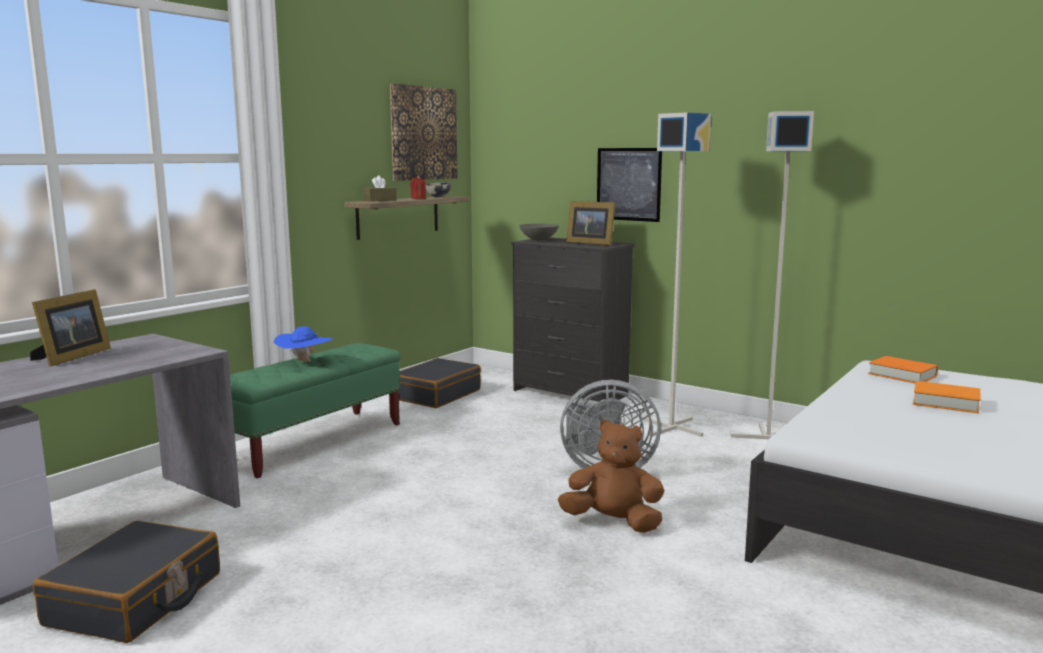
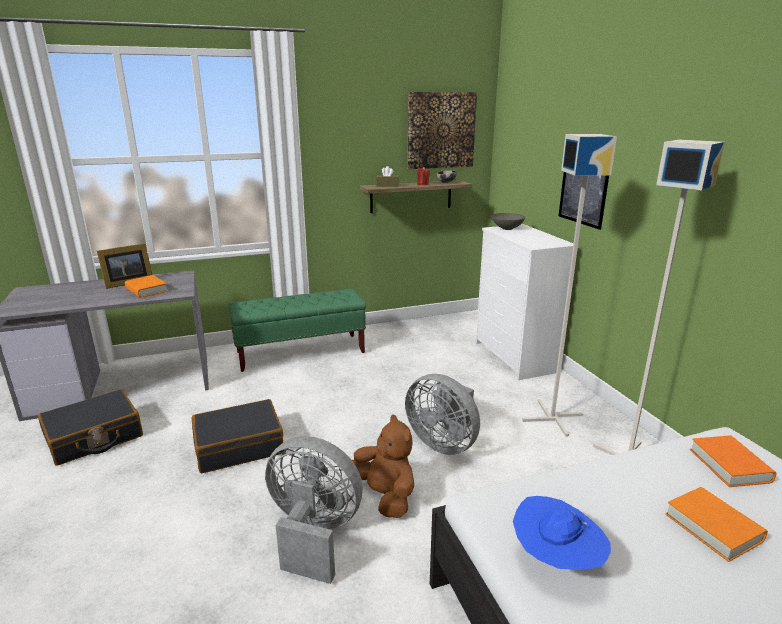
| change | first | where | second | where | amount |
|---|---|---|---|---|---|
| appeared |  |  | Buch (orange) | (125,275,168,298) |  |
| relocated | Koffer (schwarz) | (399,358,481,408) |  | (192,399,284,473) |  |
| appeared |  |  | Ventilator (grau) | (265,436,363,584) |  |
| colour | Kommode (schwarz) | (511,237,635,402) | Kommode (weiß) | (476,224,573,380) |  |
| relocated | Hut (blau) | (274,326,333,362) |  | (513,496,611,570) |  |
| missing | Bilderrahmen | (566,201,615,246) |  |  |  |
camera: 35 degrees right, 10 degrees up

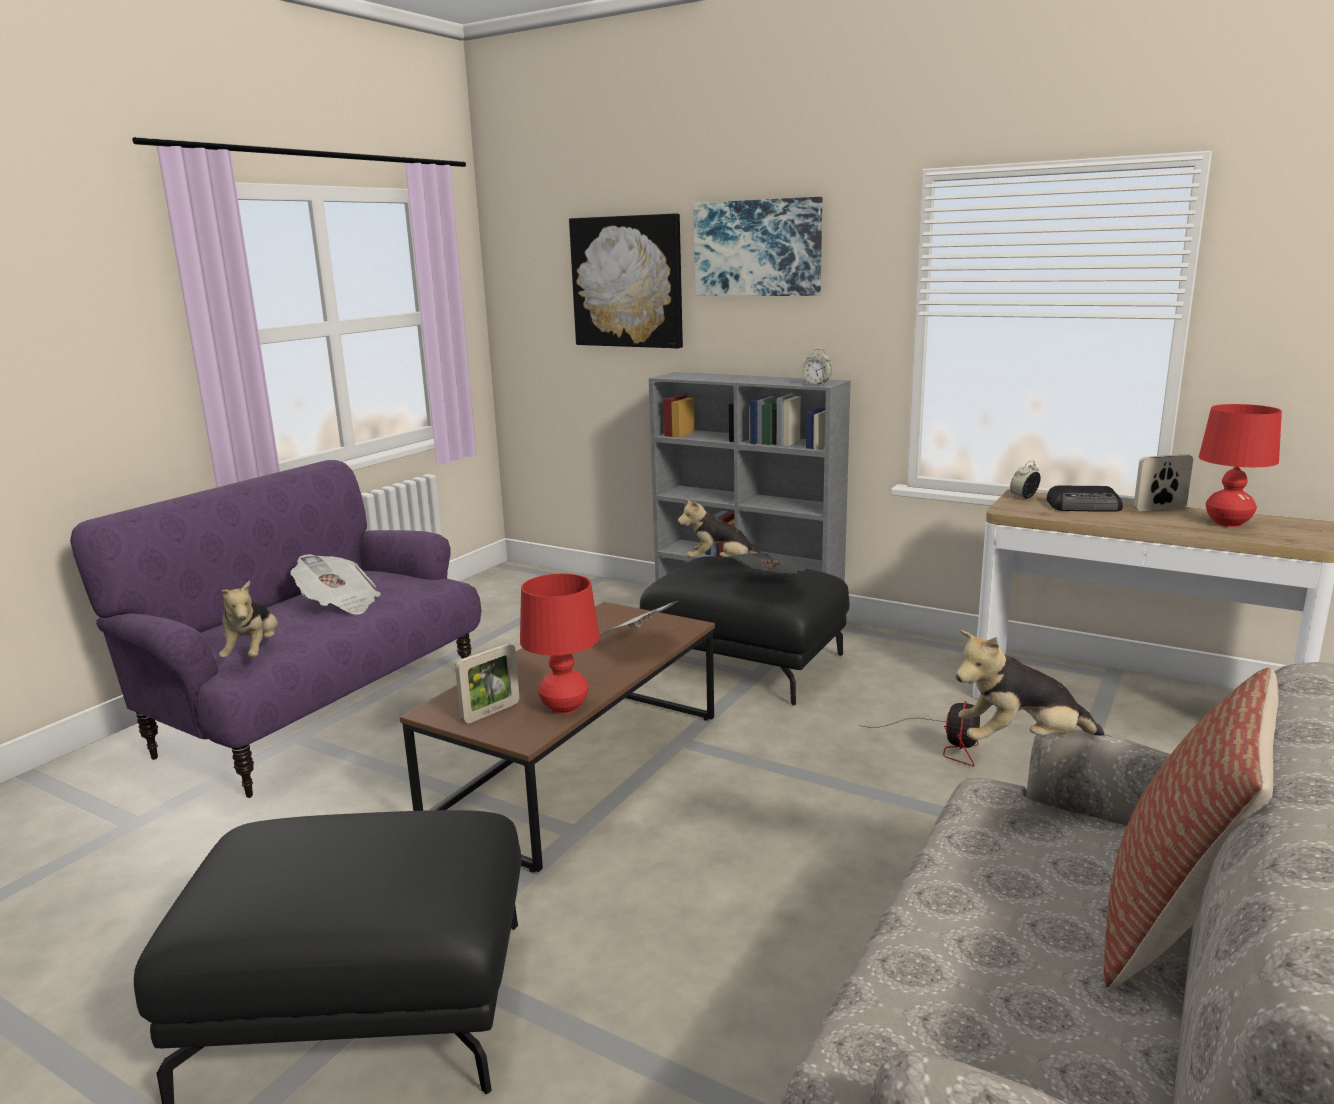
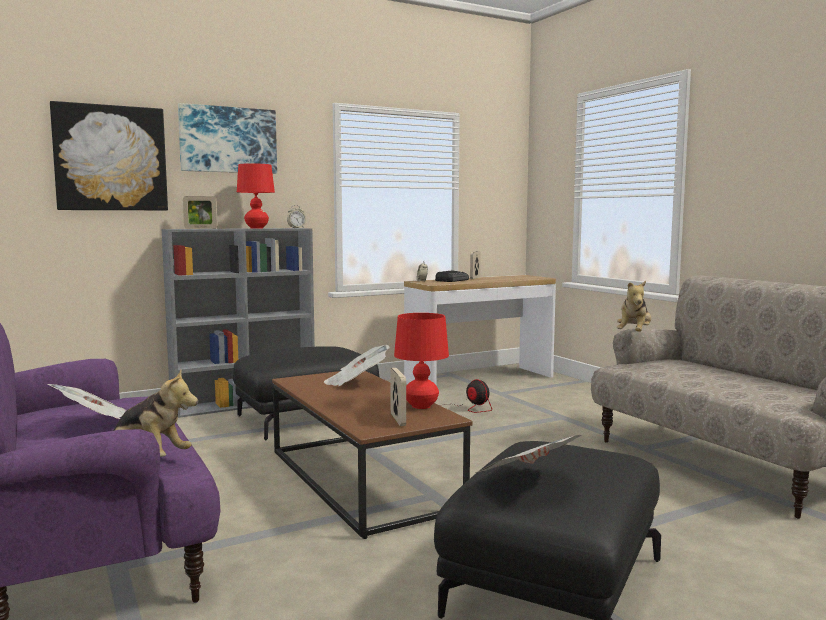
| change | first | where | second | where | amount |
|---|---|---|---|---|---|
| appeared |  |  | Bilderrahmen | (183,196,218,229) |  |
| relocated | Tischlampe (rot) | (1199,404,1282,527) |  | (237,163,275,229) |  |
| relocated | Zeitung | (730,553,807,574) |  | (475,435,581,473) |  |
| missing | Plüschtier | (678,498,760,558) |  |  |  |
| missing | Kissen | (1104,668,1279,988) |  |  |  |
camera: 60 degrees left, 10 degrees down

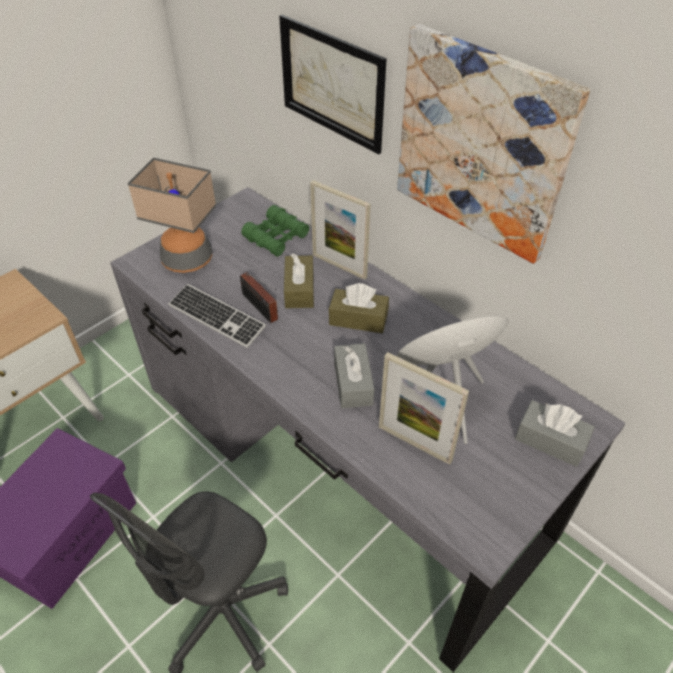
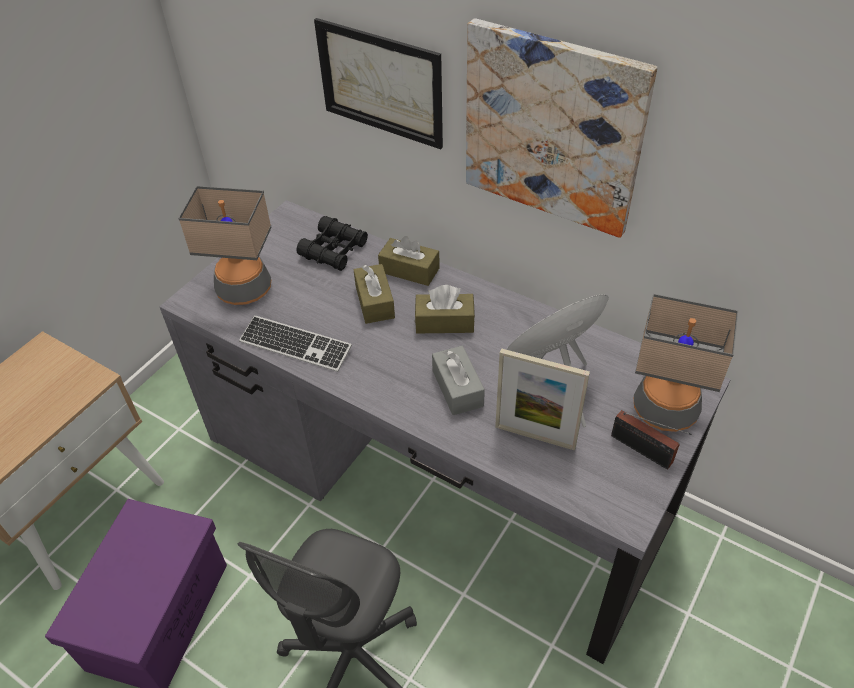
| change | first | where | second | where | amount |
|---|---|---|---|---|---|
| colour | Fernglas (grün) | (241,205,309,256) | Fernglas (schwarz) | (296,216,368,271) |  |
| exchanged | Bilderrahmen | (310,180,371,280) | Taschentuchbox (braun) | (378,236,440,286) |  |
| relocated | Radio | (240,272,278,323) |  | (611,410,691,469) |  |
| exchanged | Taschentuchbox (grau) | (515,400,595,467) | Tischlampe | (634,294,738,432) |  |
camera: 10 degrees left, 0 degrees up

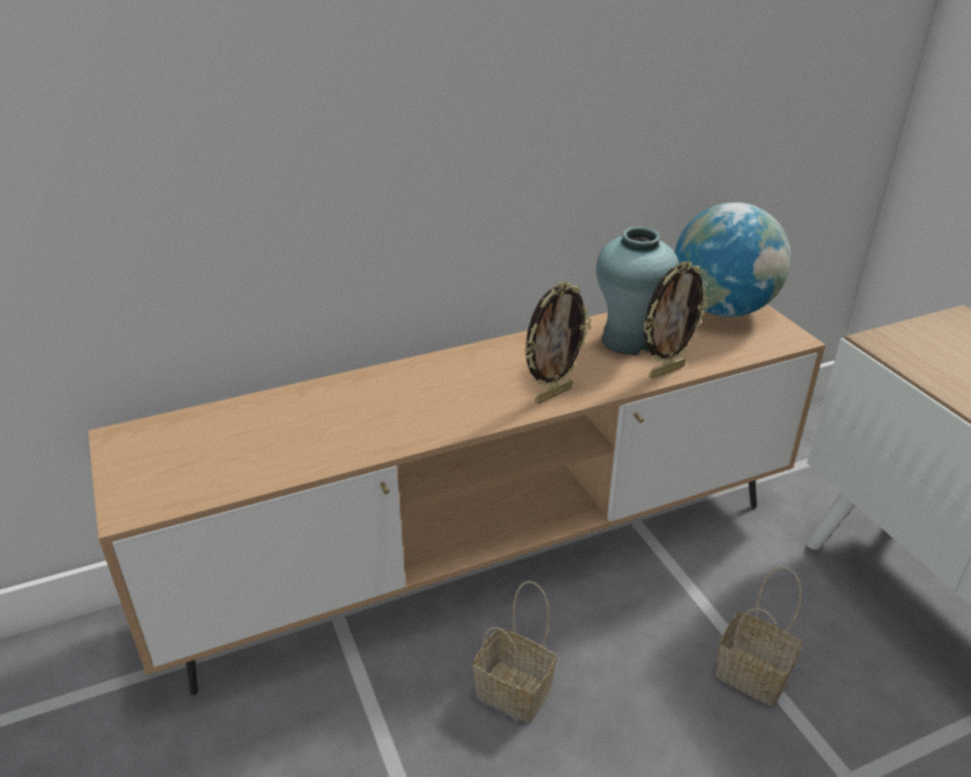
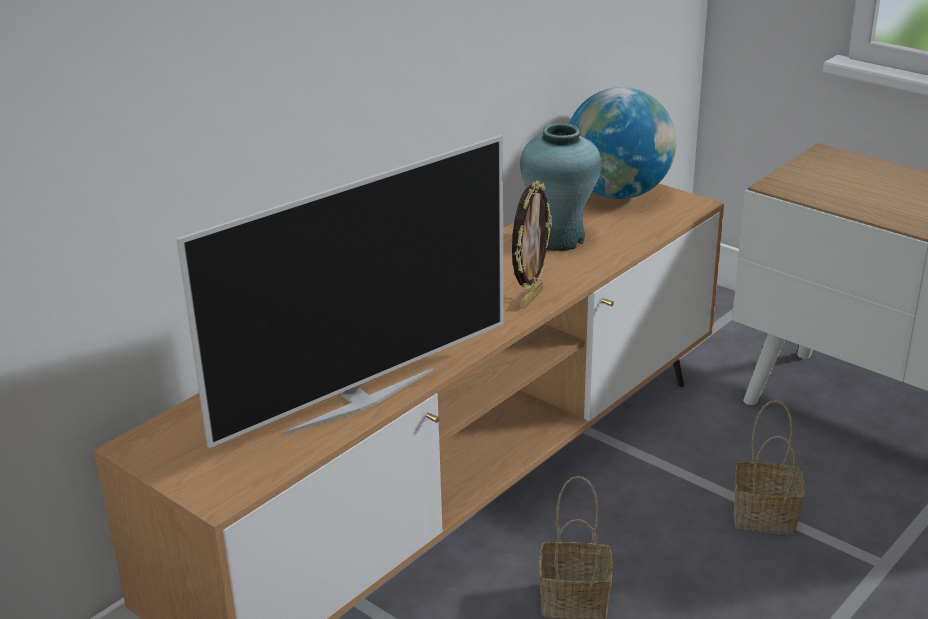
| change | first | where | second | where | amount |
|---|---|---|---|---|---|
| appeared |  |  | Fernseher | (176,135,504,448) |  |
| missing | Bilderrahmen | (643,261,709,379) |  |  |  |
camera: 25 degrees left, 5 degrees down

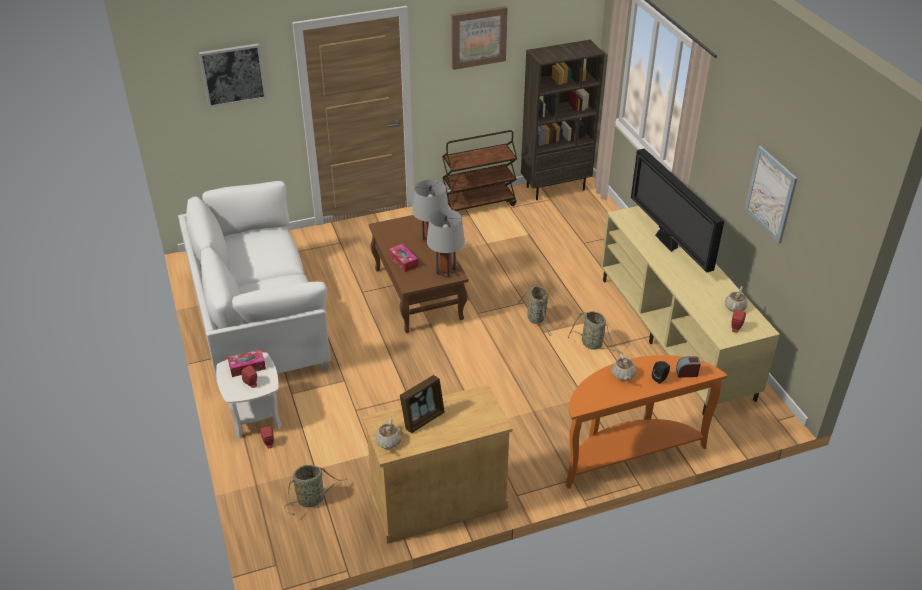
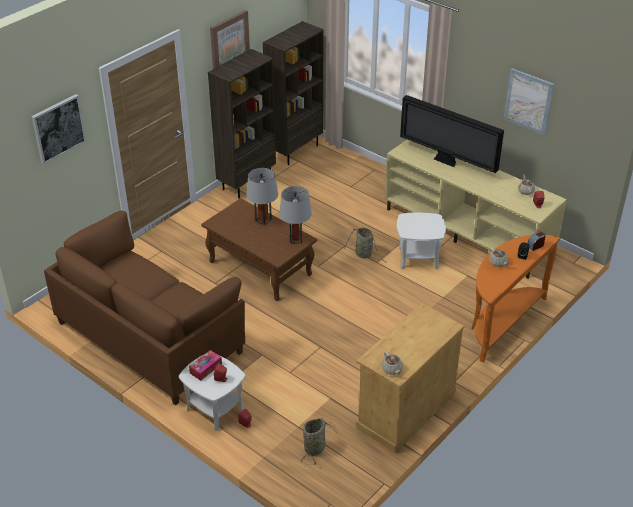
| change | first | where | second | where | amount |
|---|---|---|---|---|---|
| colour | Sofa (weiß) | (178,181,331,386) | Sofa (braun) | (44,211,245,405) |  |
| exchanged | Rollwagen (braun) | (442,130,518,211) | Bücherregal (braun) | (208,49,276,198) |  |
| exchanged | Korb | (568,311,623,354) | Beistelltisch (weiß) | (397,212,446,269) |  |
| missing | Taschentuchbox | (389,244,418,272) |  |  |  |
| missing | Bilderrahmen | (400,375,445,433) |  |  |  |
camera: 30 degrees left, 0 degrees up

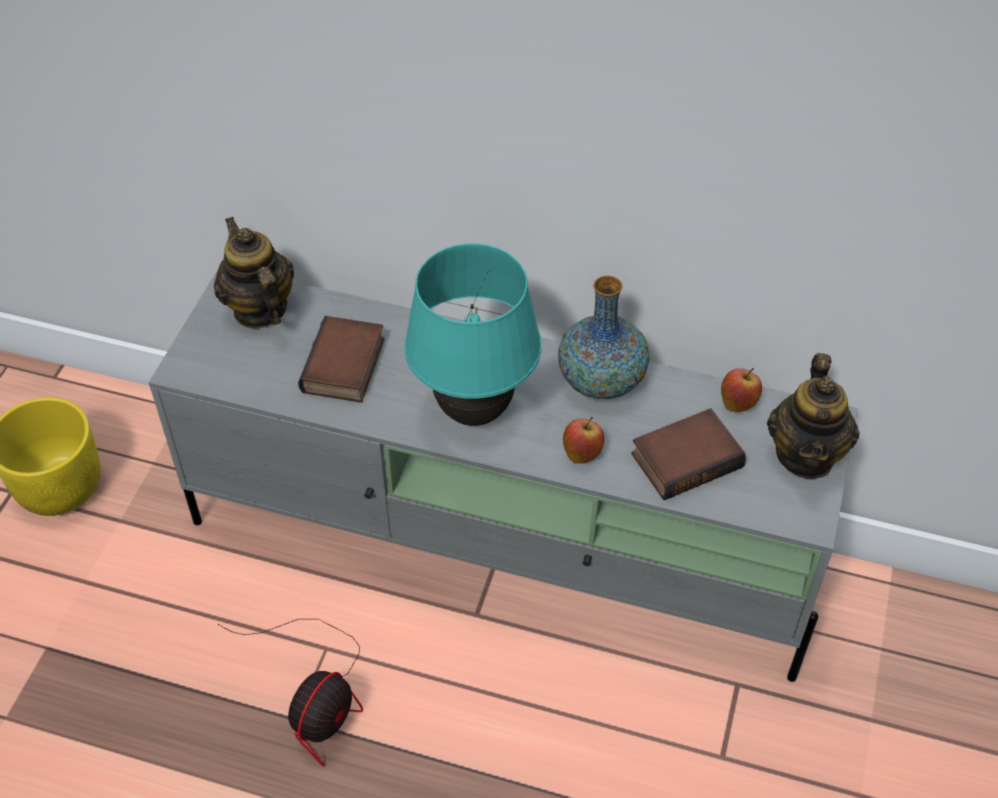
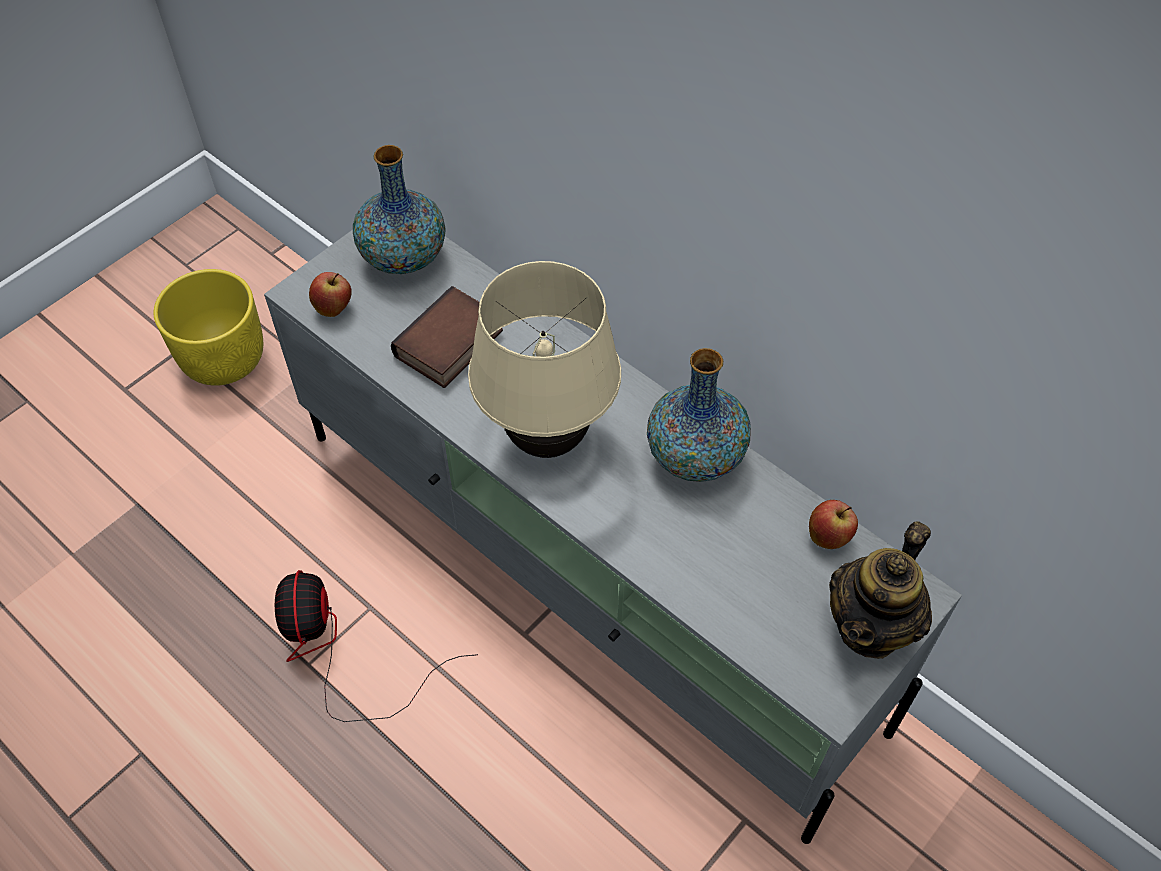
| change | first | where | second | where | amount |
|---|---|---|---|---|---|
| spun | Ventilator | (218,619,363,767) |  | (275,570,478,722) | 120 degrees clockwise |
| relocated | Apfel | (563,417,604,464) |  | (309,272,352,317) |  |
| exchanged | Teekanne | (214,217,294,329) | Vase | (353,145,446,274) |  |
| colour | Tischlampe (türkis) | (404,243,541,426) | Tischlampe (beige) | (468,261,621,458) |  |
| missing | Buch | (631,408,746,500) |  |  |  |
camera: 25 degrees right, 5 degrees up

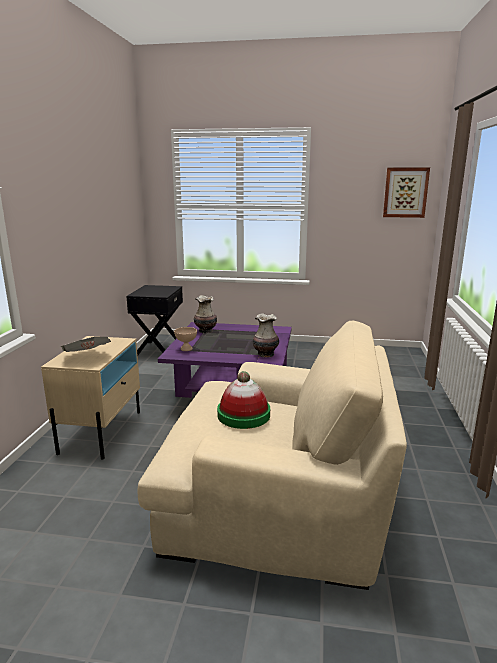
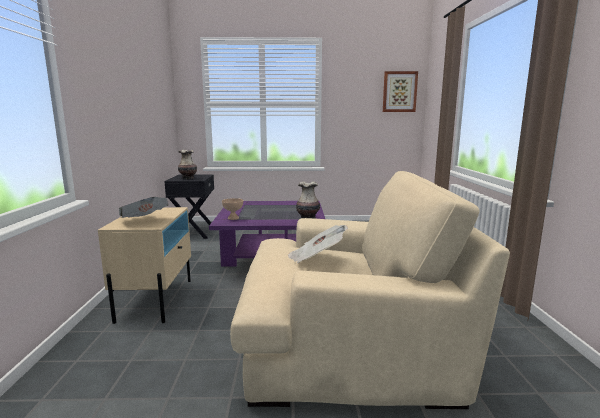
| change | first | where | second | where | amount |
|---|---|---|---|---|---|
| relocated | Vase | (194,295,217,334) |  | (178,150,197,179) |  |
| exchanged | Hut | (217,371,270,429) | Zeitung | (288,225,348,263) |  |
camera: 10 degrees left, 5 degrees down

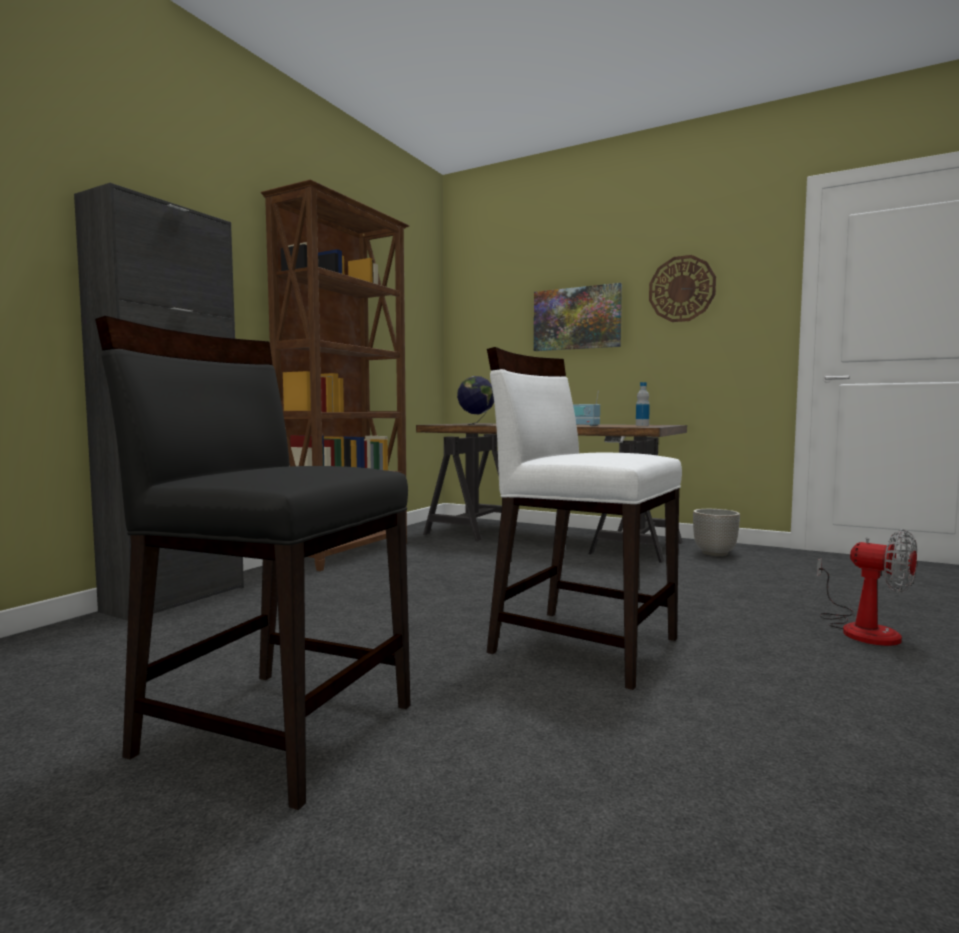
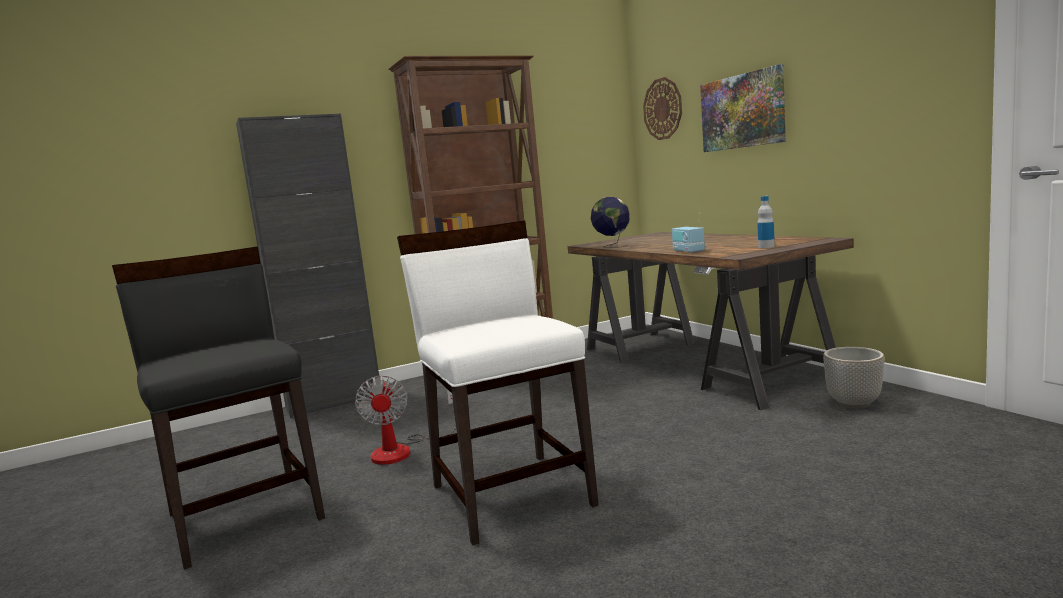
| change | first | where | second | where | amount |
|---|---|---|---|---|---|
| relocated | Ventilator | (817,529,917,646) |  | (355,375,456,465) |  |
| relocated | Wanduhr | (649,255,716,322) |  | (643,77,682,140) |  |
camera: 35 degrees right, 5 degrees up

